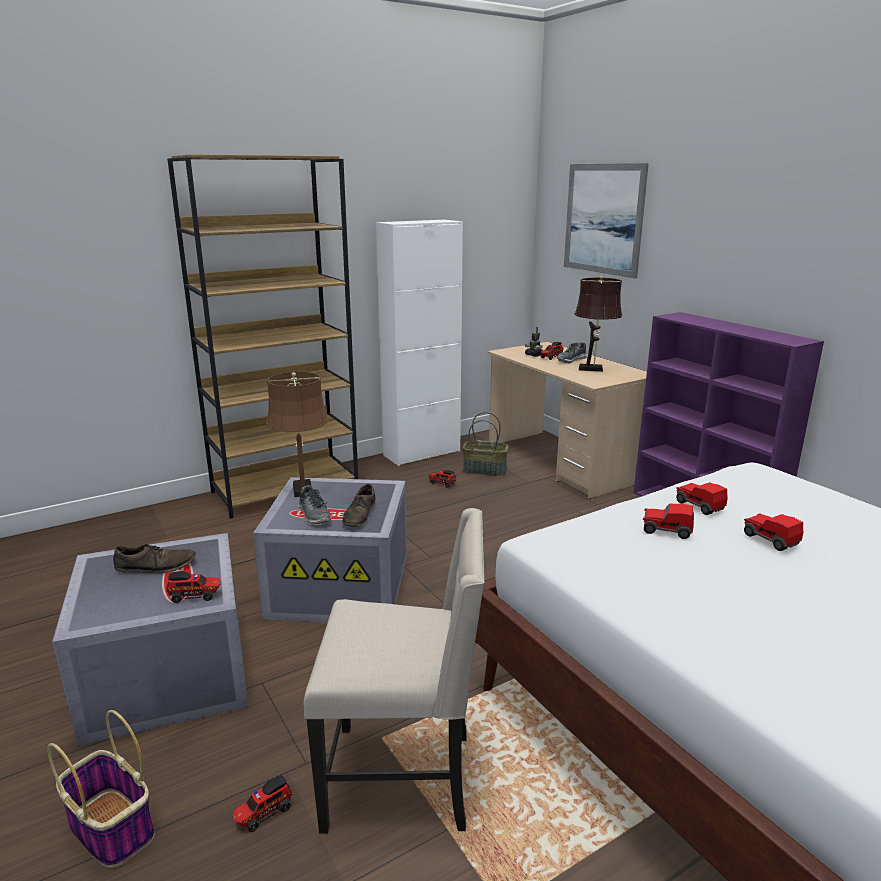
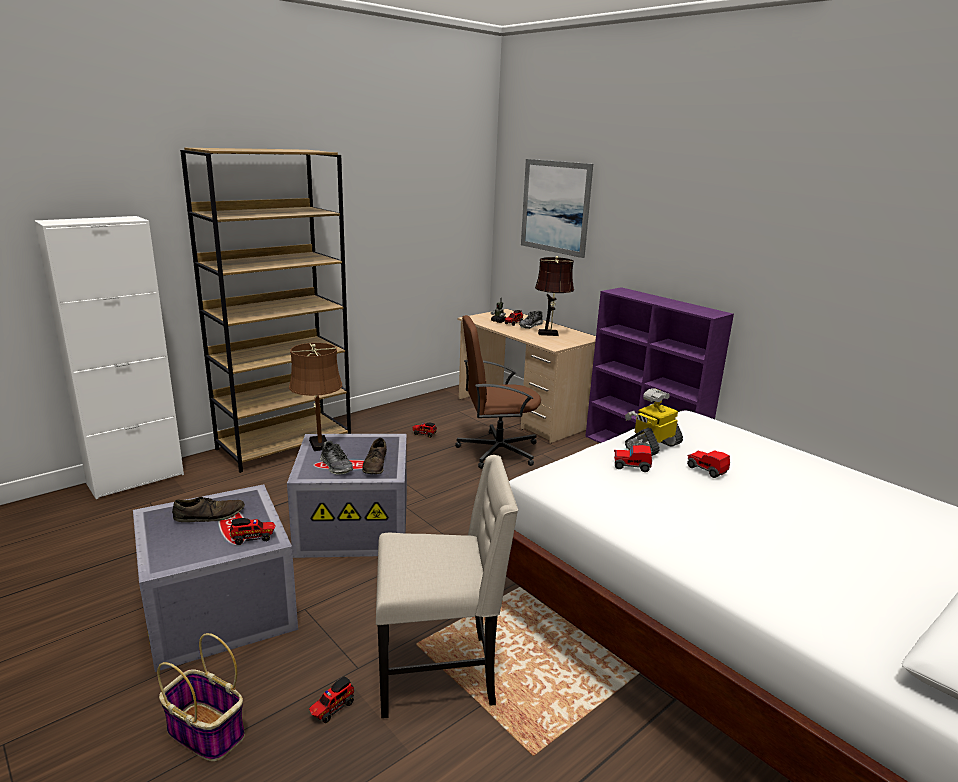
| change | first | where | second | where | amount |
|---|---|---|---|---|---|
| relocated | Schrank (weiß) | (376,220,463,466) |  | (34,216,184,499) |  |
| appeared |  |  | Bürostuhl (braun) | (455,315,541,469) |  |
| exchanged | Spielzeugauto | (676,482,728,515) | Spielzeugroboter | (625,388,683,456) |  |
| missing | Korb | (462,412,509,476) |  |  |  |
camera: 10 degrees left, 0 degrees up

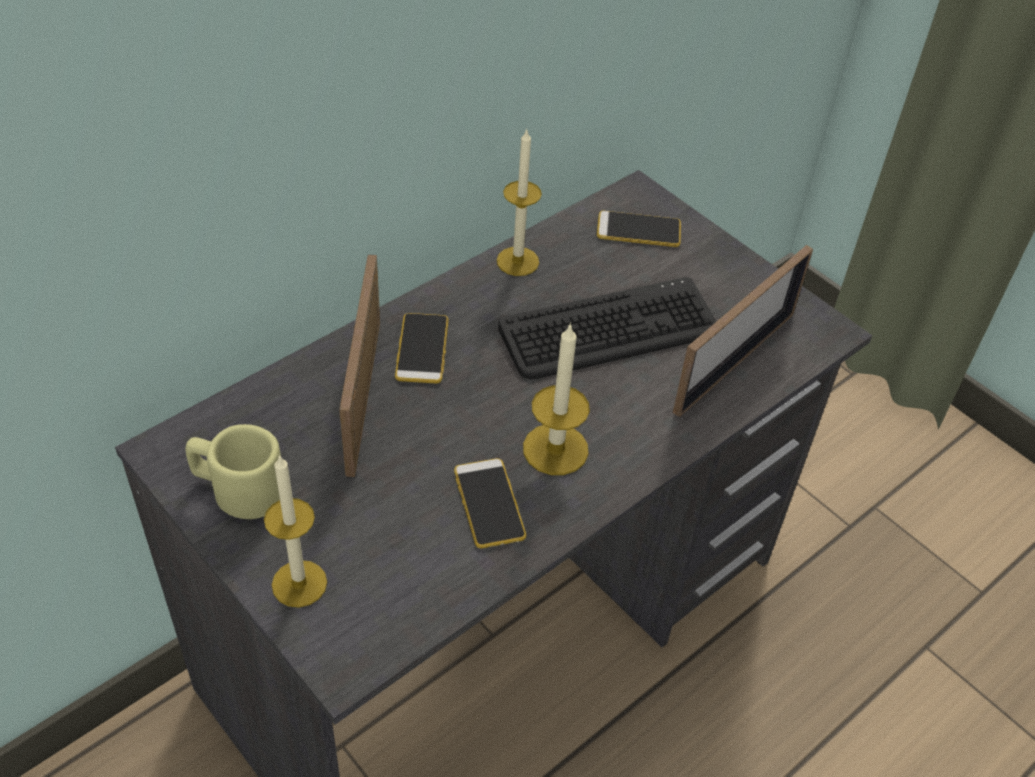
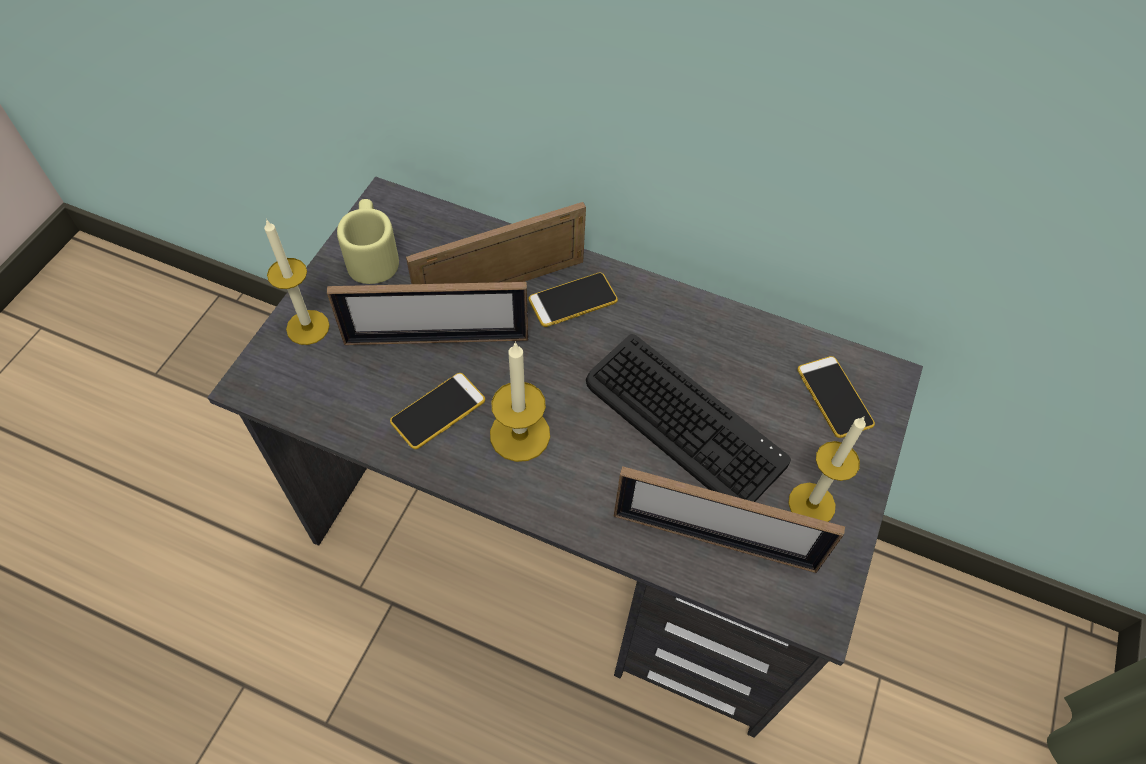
| change | first | where | second | where | amount |
|---|---|---|---|---|---|
| appeared |  |  | Bilderrahmen | (327,282,528,345) |  |
| relocated | Kerze | (497,129,542,276) |  | (788,416,866,522) |  |
camera: 65 degrees right, 10 degrees up

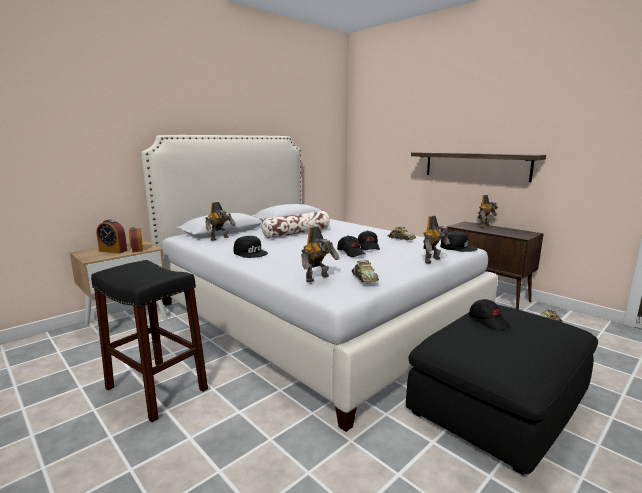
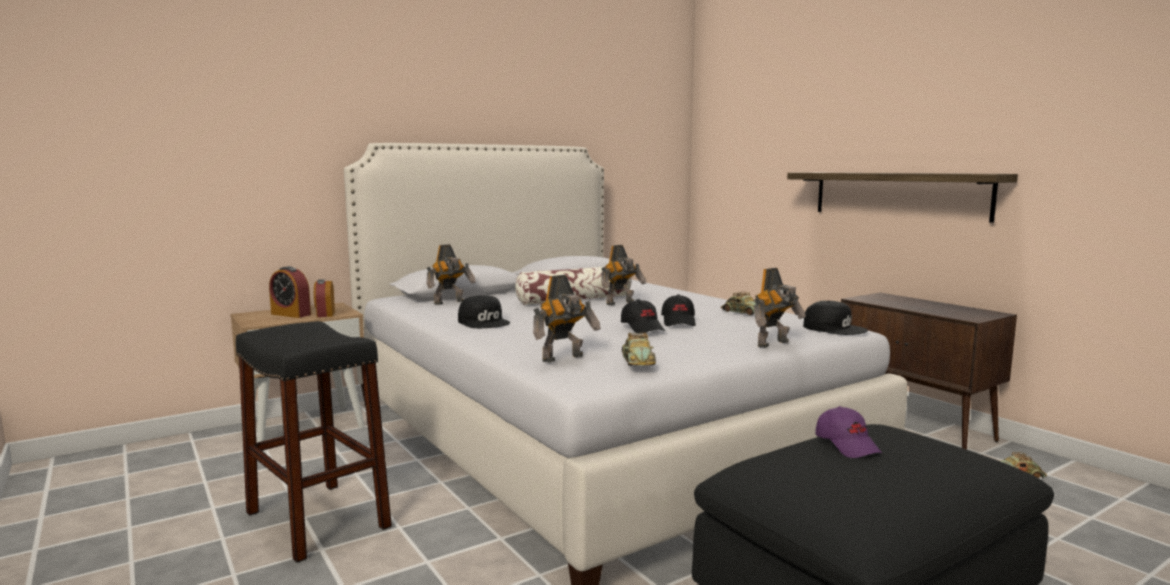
| change | first | where | second | where | amount |
|---|---|---|---|---|---|
| relocated | Spielzeugroboter | (478,195,498,228) |  | (601,245,646,305) |  |
| colour | Kappe (schwarz) | (469,299,511,330) | Kappe (lila) | (815,406,882,458) |  |
camera: 10 degrees right, 5 degrees down

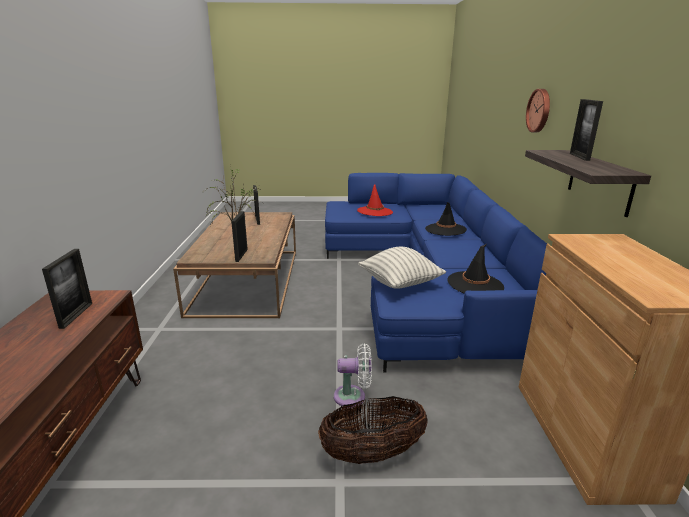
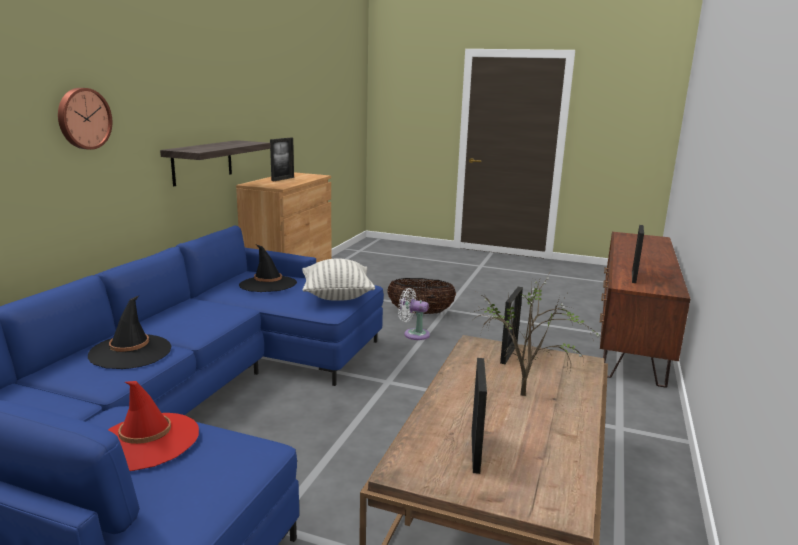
| change | first | where | second | where | amount |
|---|---|---|---|---|---|
| relocated | Bilderrahmen | (570,99,603,161) |  | (270,137,294,181) |  |
camera: 160 degrees left, 5 degrees down

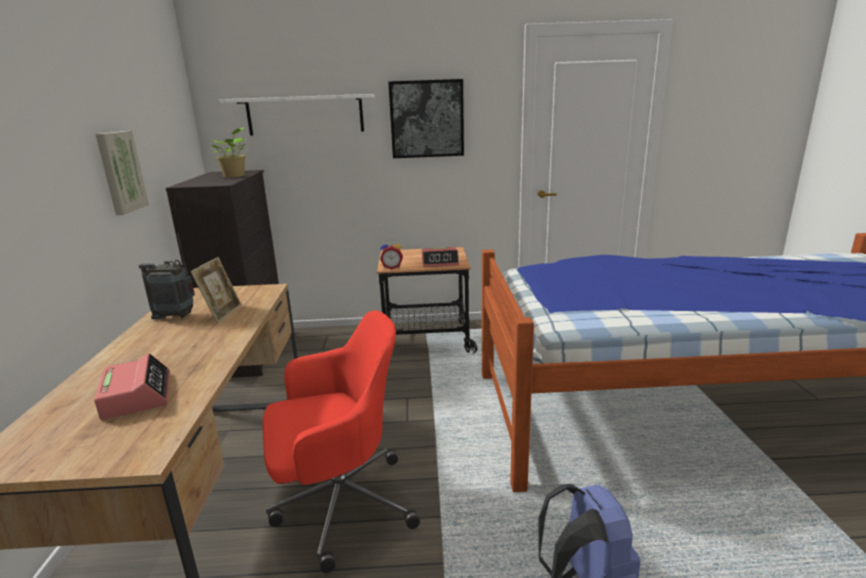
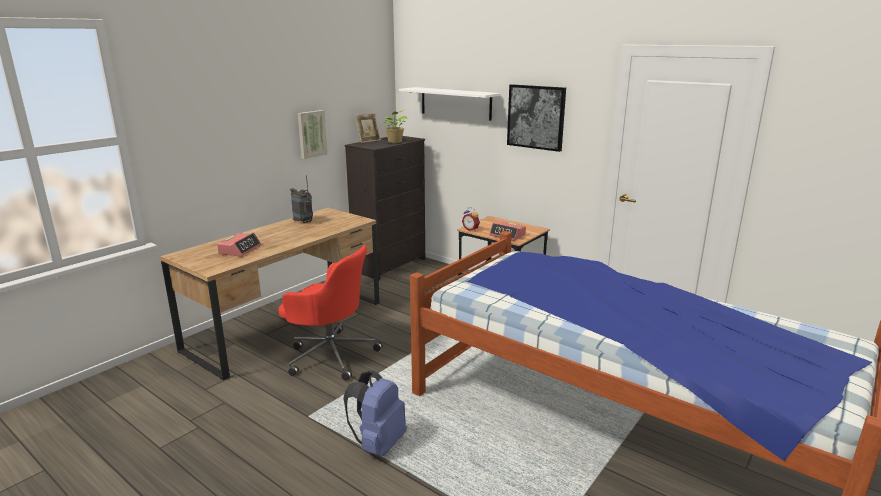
| change | first | where | second | where | amount |
|---|---|---|---|---|---|
| relocated | Bilderrahmen | (190,257,242,323) |  | (355,113,381,143) |  |
camera: 40 degrees right, 0 degrees up

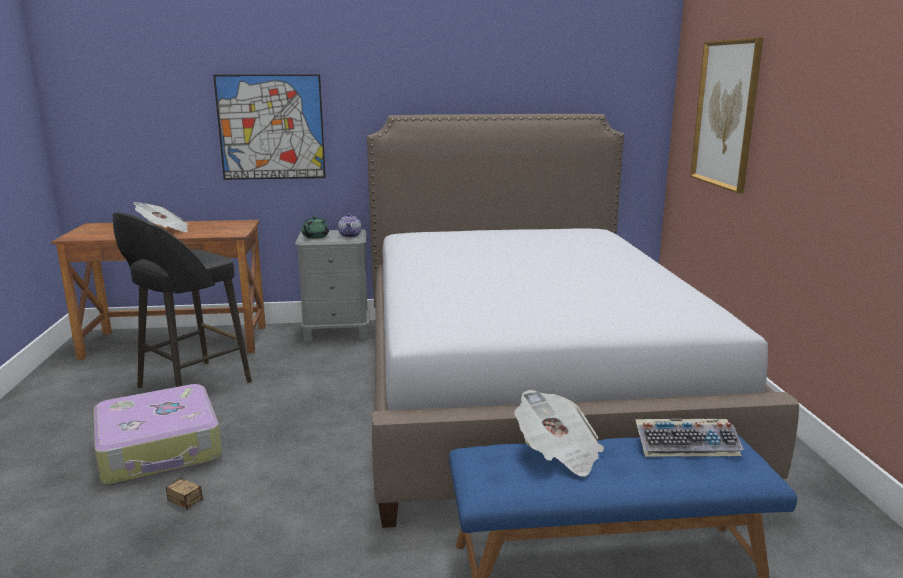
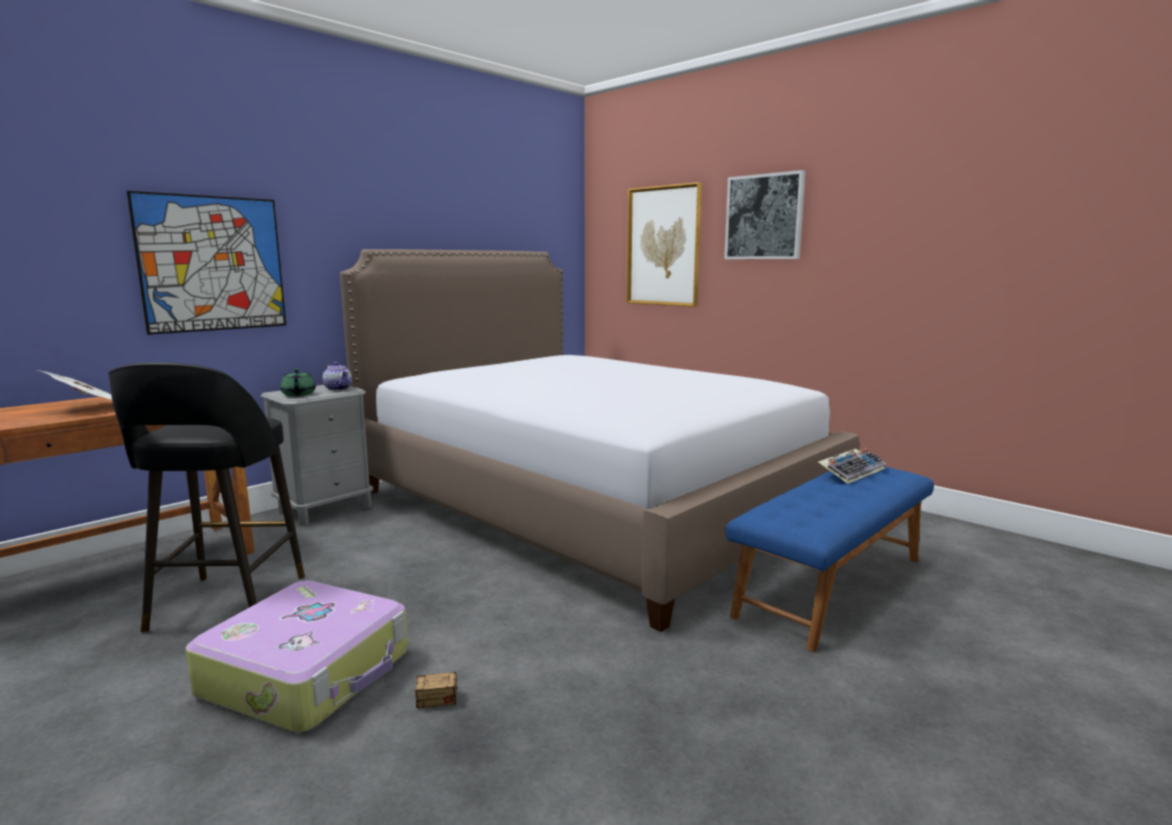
| change | first | where | second | where | amount |
|---|---|---|---|---|---|
| appeared |  |  | Bild | (724,170,806,259) |  |
| missing | Zeitung | (515,390,604,477) |  |  |  |
camera: 40 degrees left, 5 degrees down

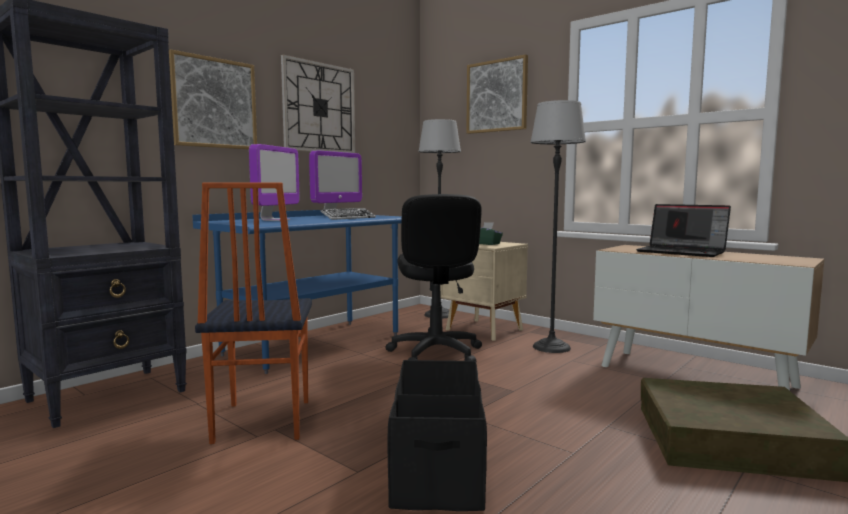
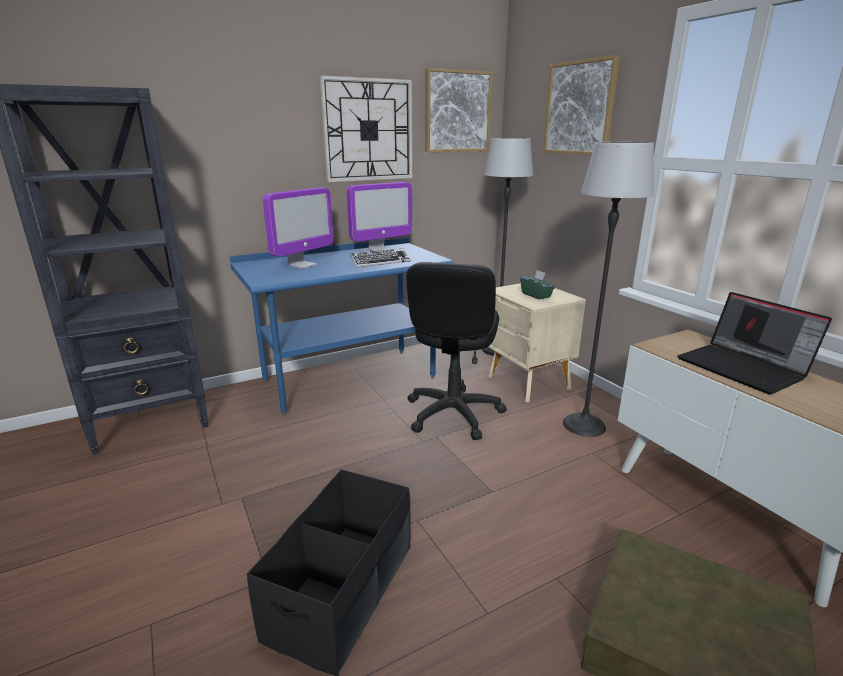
| change | first | where | second | where | amount |
|---|---|---|---|---|---|
| relocated | Bild | (169,49,257,149) |  | (425,68,493,152) |  |
| missing | Stuhl | (195,183,312,444) |  |  |  |
camera: 20 degrees right, 15 degrees up

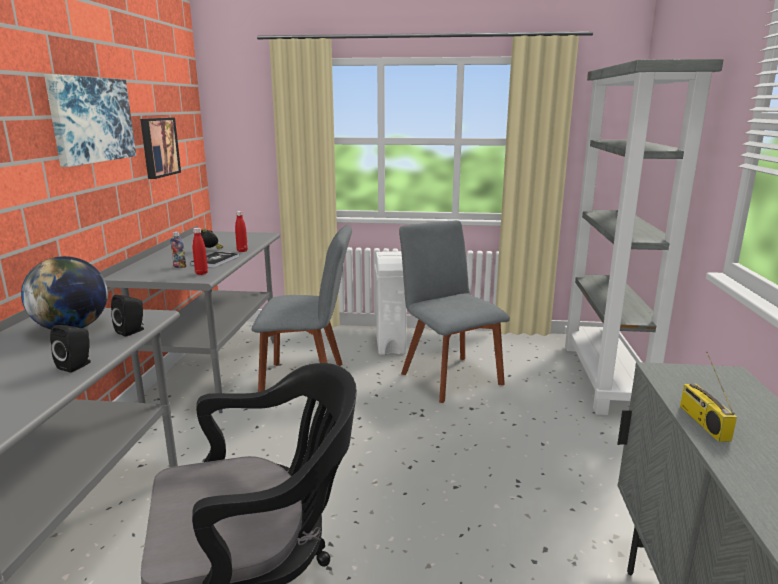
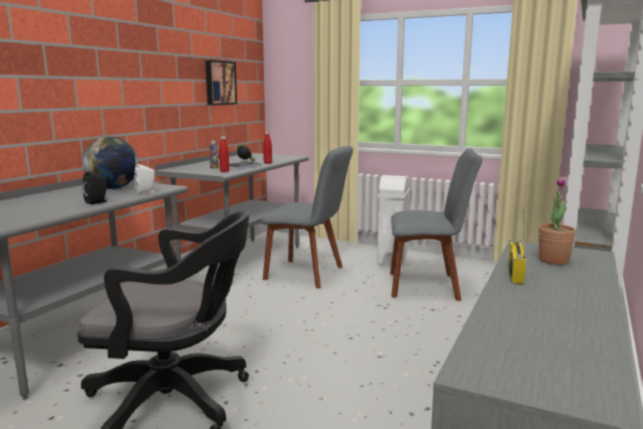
| change | first | where | second | where | amount |
|---|---|---|---|---|---|
| colour | Lautsprecher (schwarz) | (111,295,144,337) | Lautsprecher (weiß) | (134,164,156,194) |  |
| spun | Stuhl (grau) | (399,220,510,403) |  | (390,148,483,301) | 105 degrees clockwise |
| appeared |  |  | Topfpflanze | (539,176,576,265) |  |
| missing | Bild | (44,74,136,167) |  |  |  |
camera: 20 degrees right, 5 degrees down

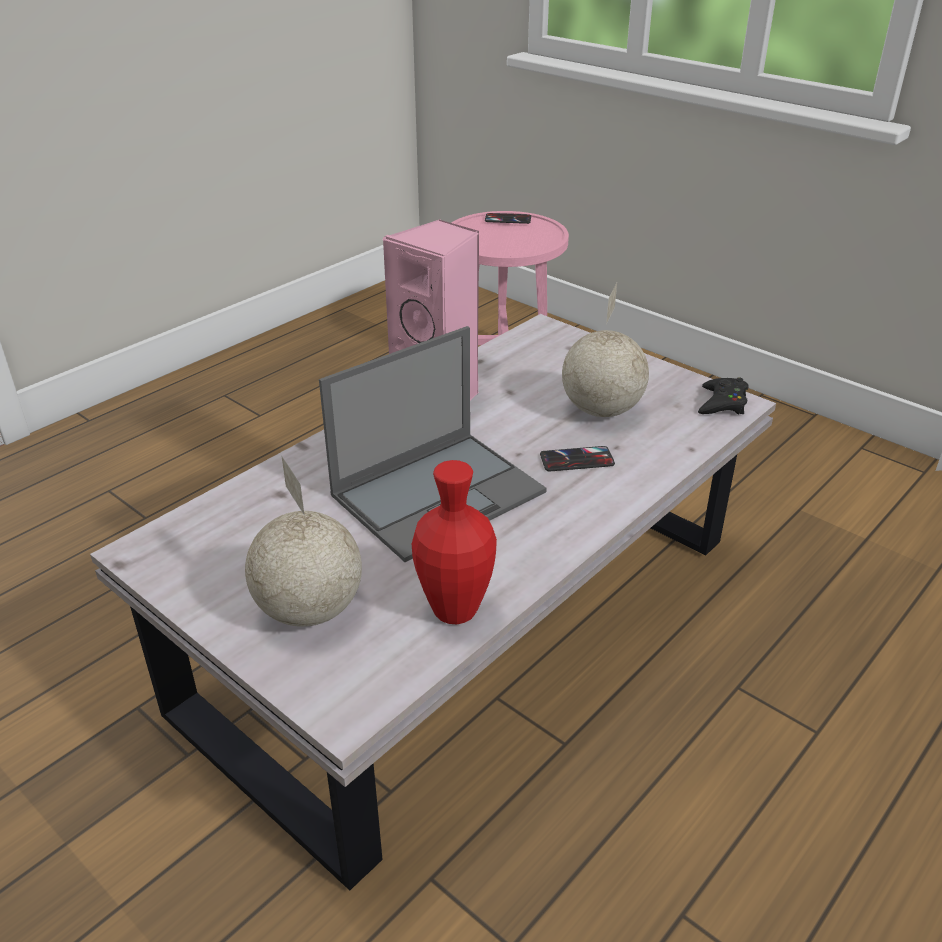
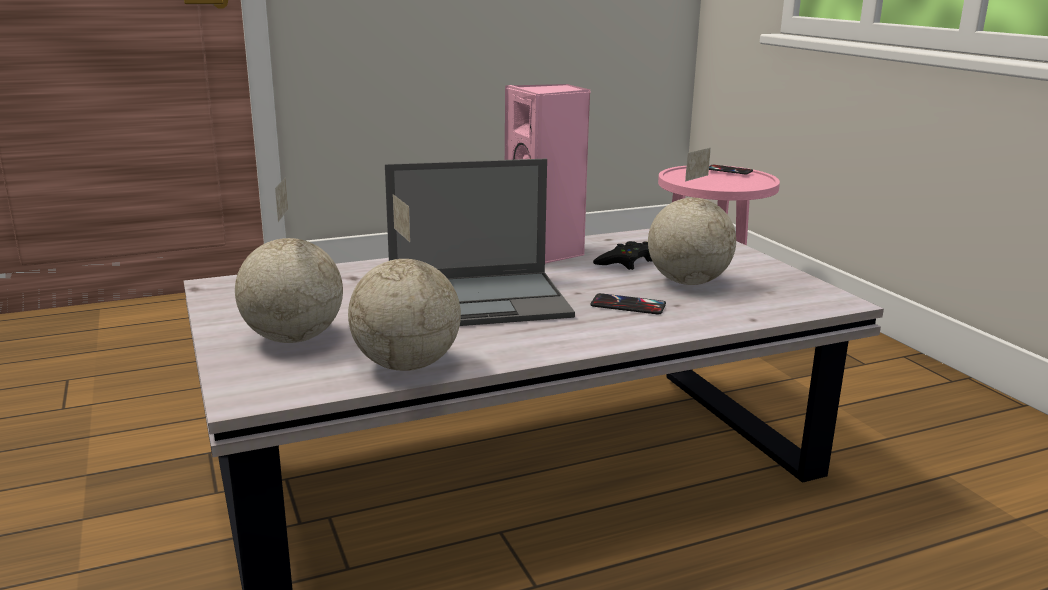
| change | first | where | second | where | amount |
|---|---|---|---|---|---|
| exchanged | Vase (rot) | (412,460,497,624) | Globus | (348,194,461,371) |  |
| relocated | Gamepad (schwarz) | (698,378,749,415) |  | (593,241,652,270) |  |
camera: 25 degrees right, 15 degrees down

